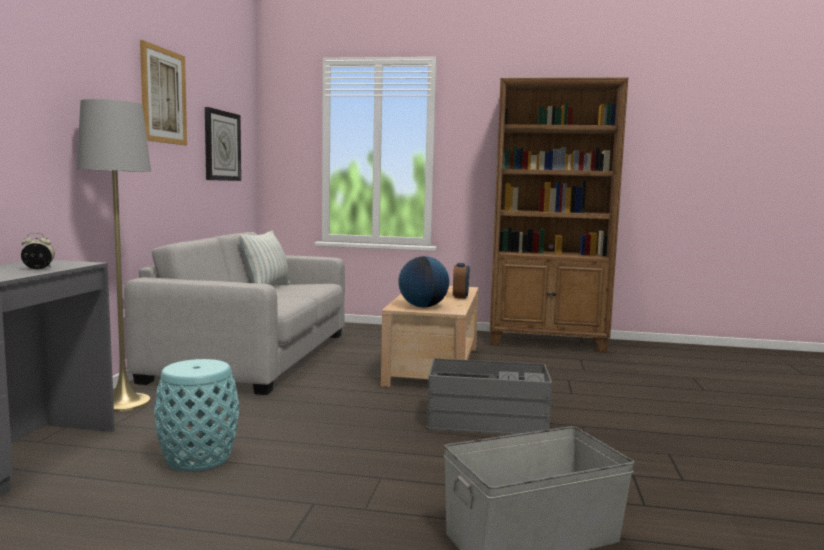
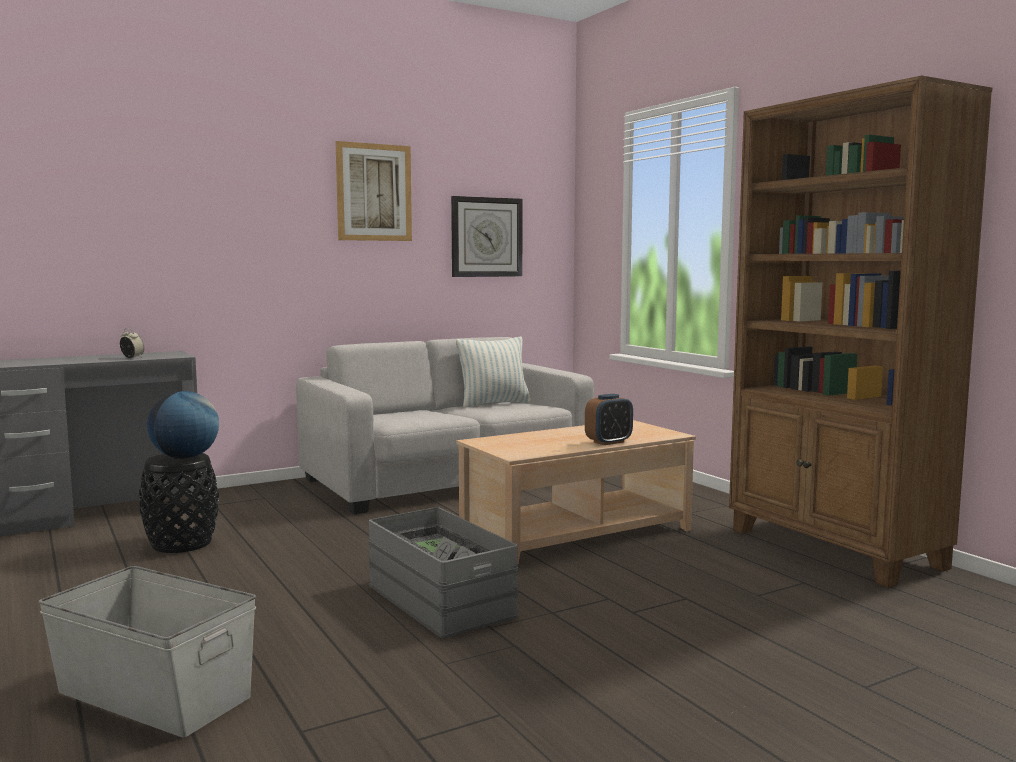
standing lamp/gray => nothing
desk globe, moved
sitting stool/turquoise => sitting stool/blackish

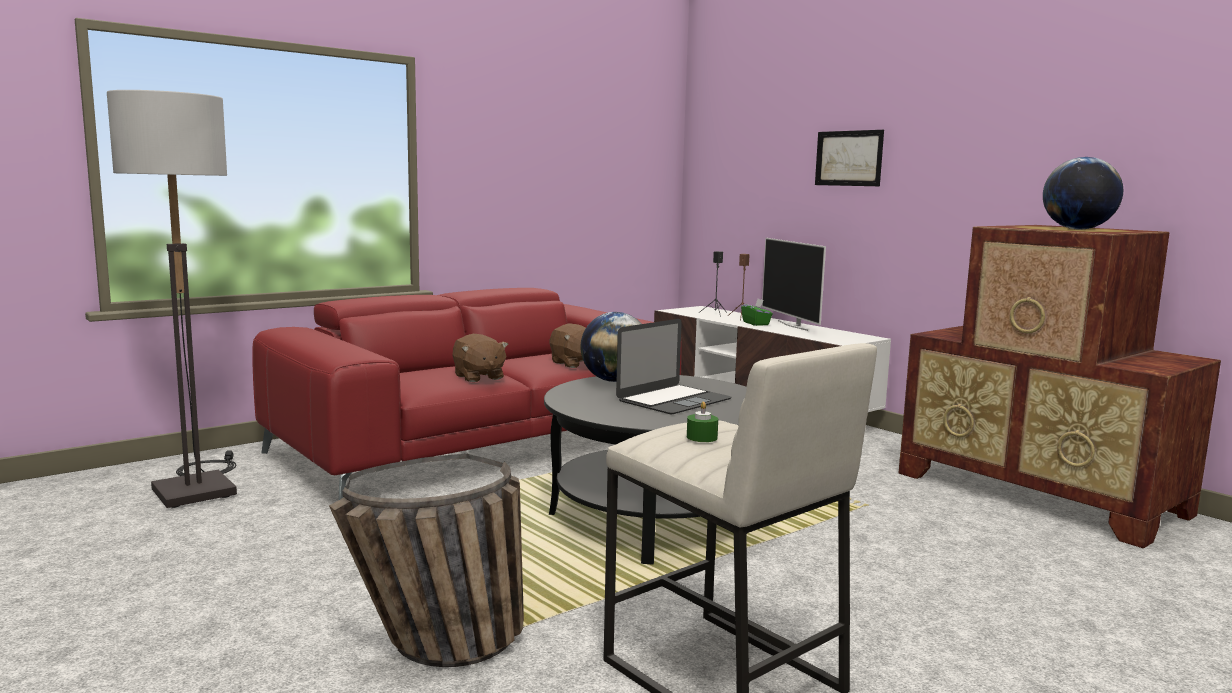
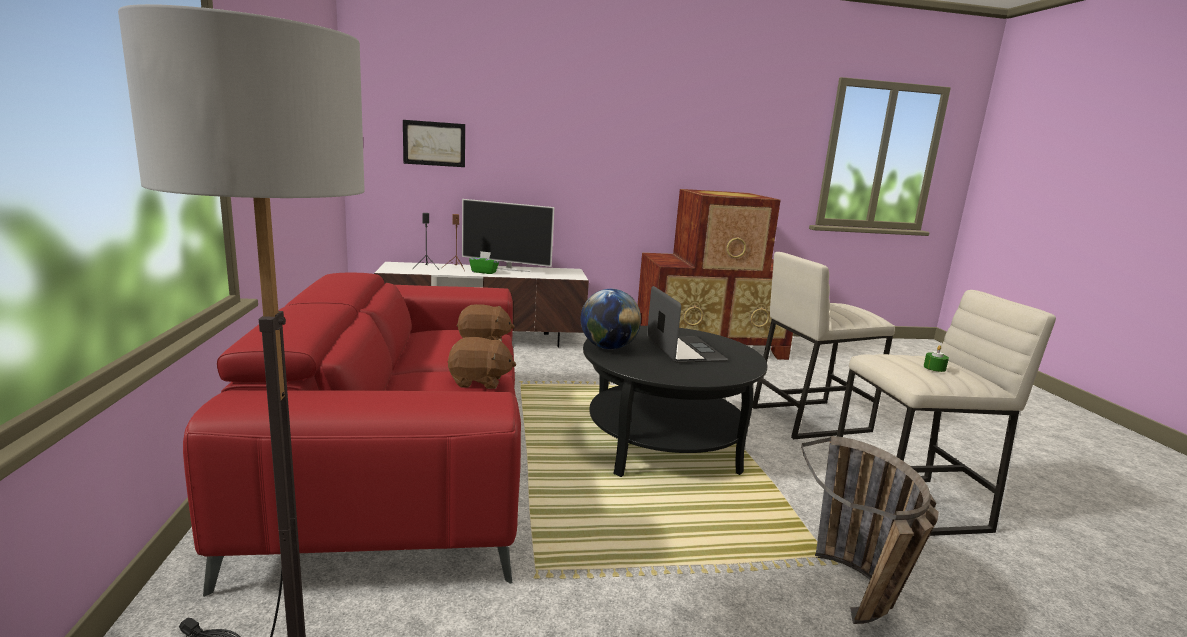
desk globe (2nd from left) => nothing
nothing => sitting stool/beige (1st from left)
picture, moved

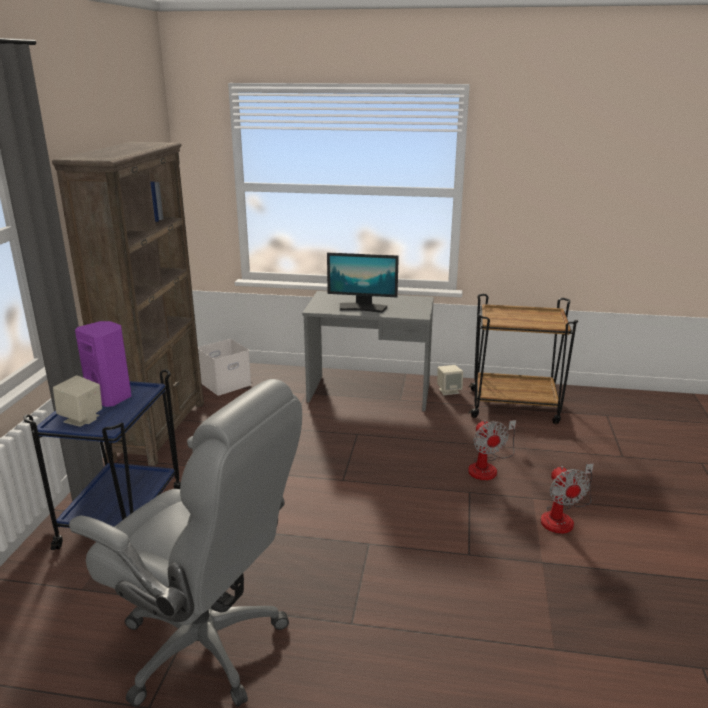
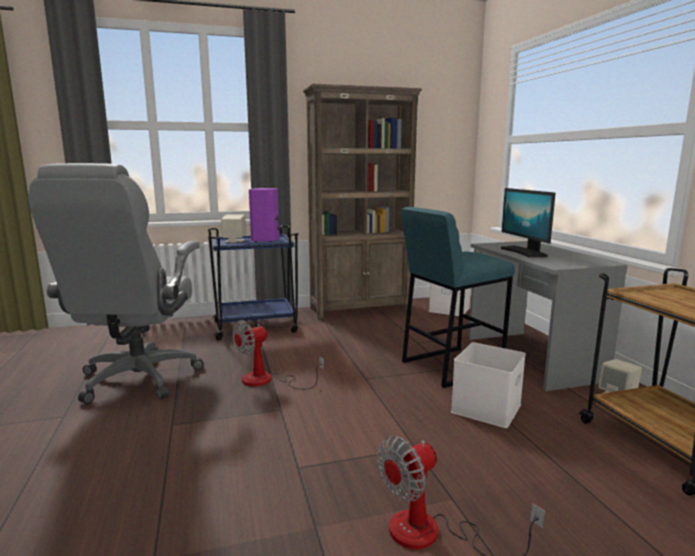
nothing => sitting stool/turquoise
nothing => storage container/white-coloured (2nd from left)
electric fan (1st from left), moved

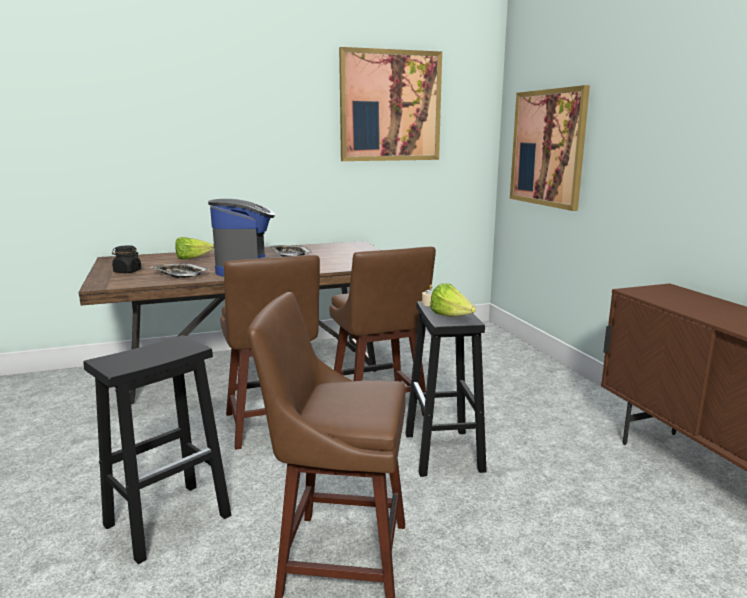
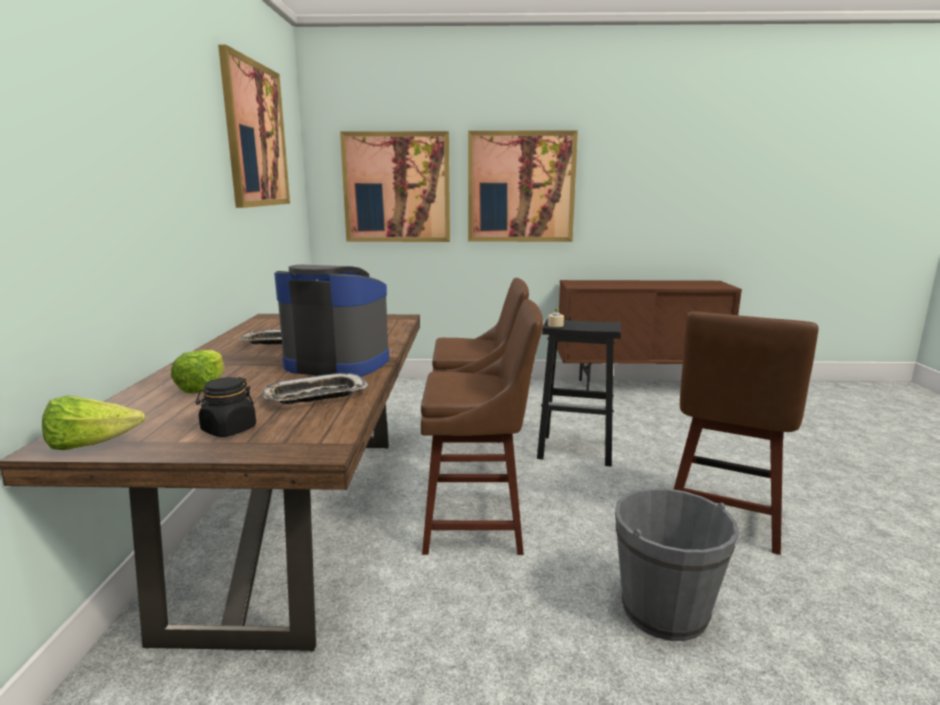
nothing => picture (3rd from left)
head of lettuce (2nd from left in the first image) => head of lettuce (1st from left), moved
sitting stool/blackish (1st from left) => pail/gray

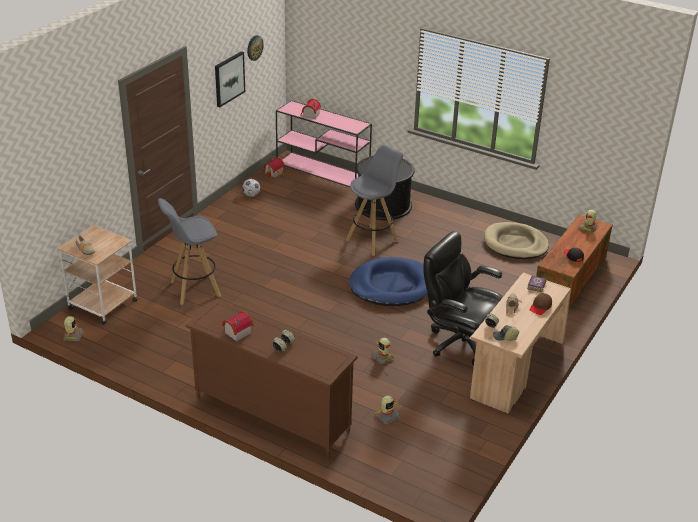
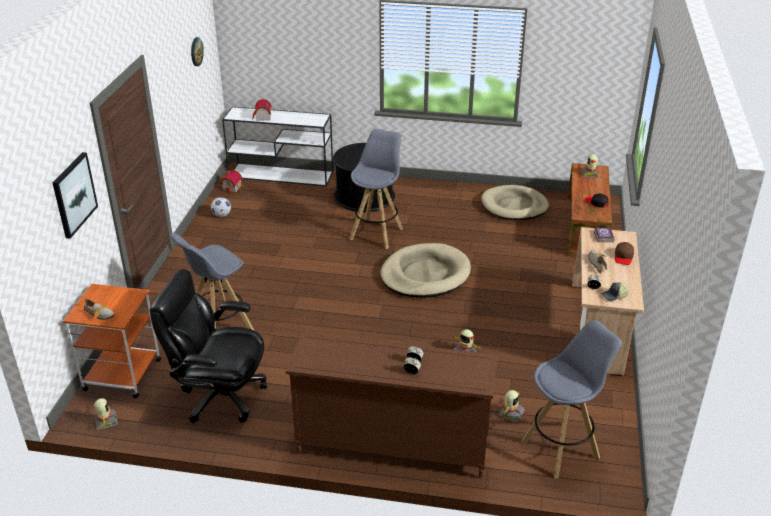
model house (1st from left) => nothing
nothing => sitting stool/gray (3rd from left)
picture, moved
computer chair/blackish, moved
cart/beige => cart/orange
narrow table/pink => narrow table/white-coloured
pet bed/blue => pet bed/beige (1st from left)

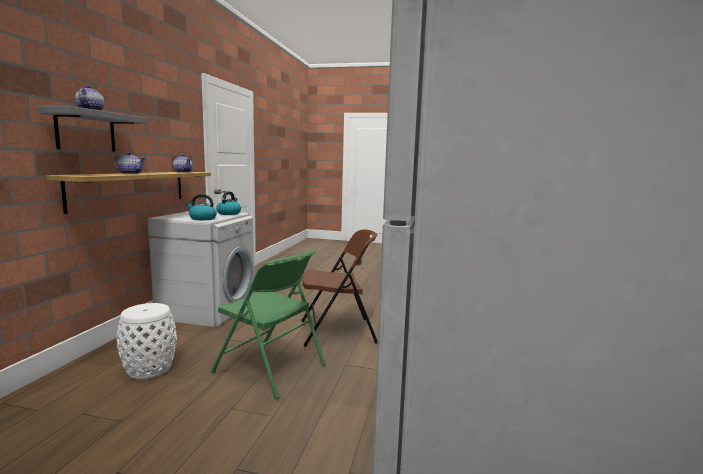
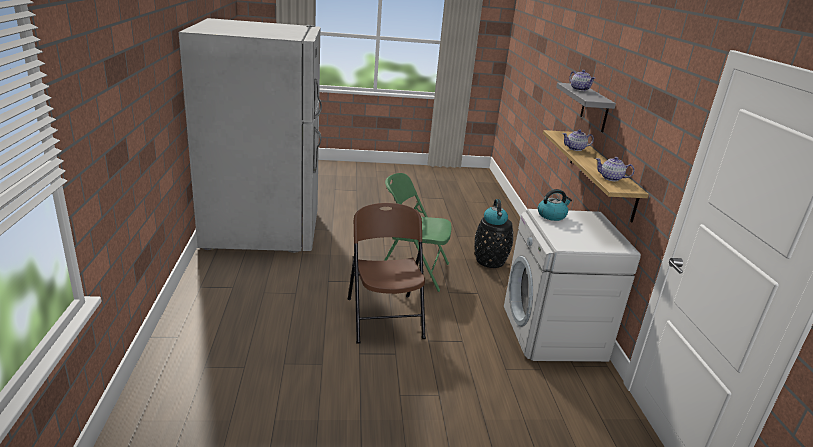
water kettle (2nd from left in the first image) => water kettle (1st from left), moved
sitting stool/white-coloured => sitting stool/blackish
plain chair/brown-coloured, 105 degrees clockwise

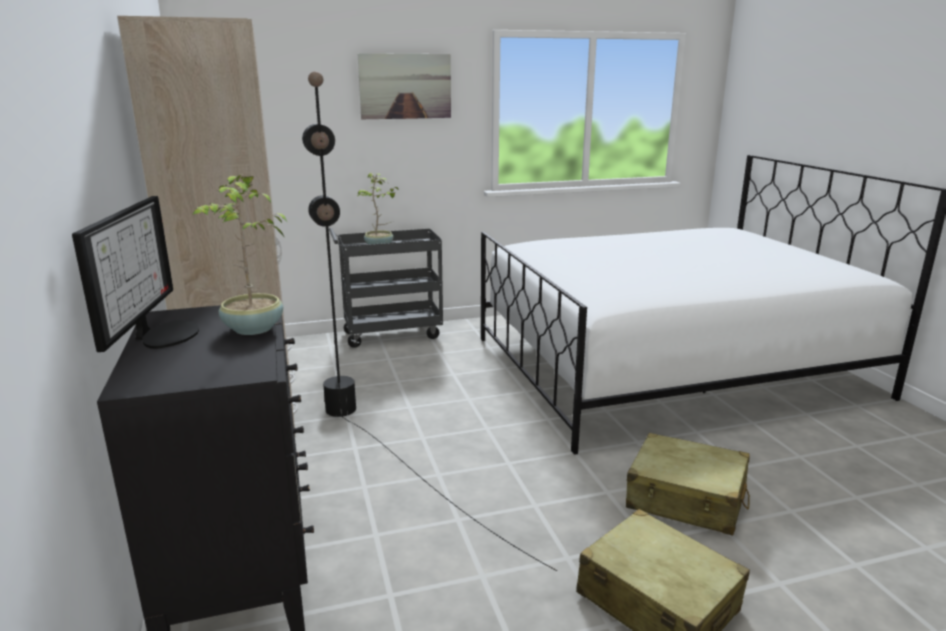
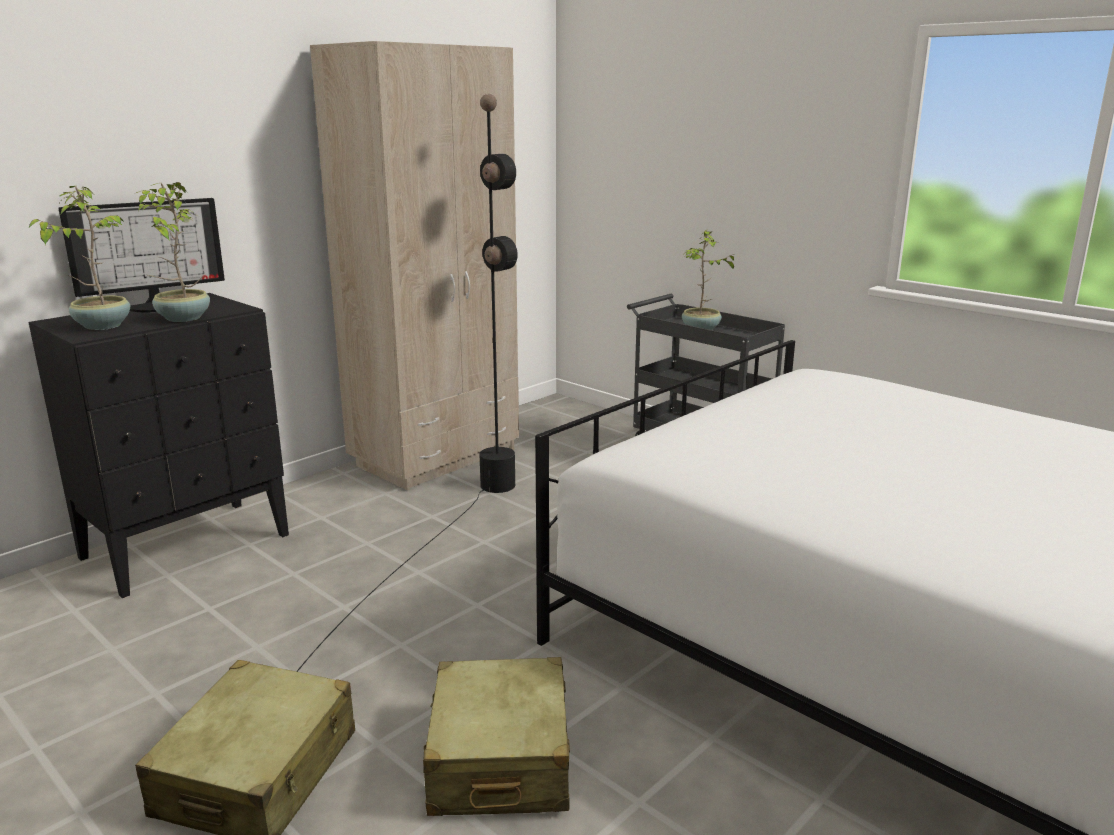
picture => nothing
nothing => houseplant (1st from left)

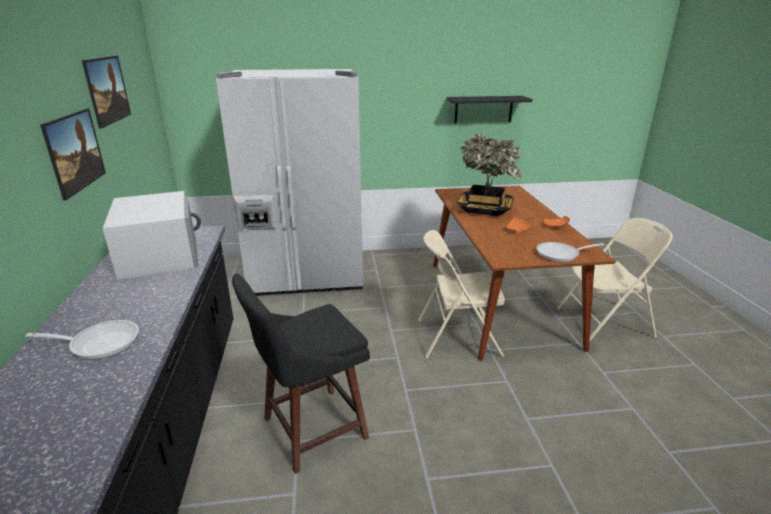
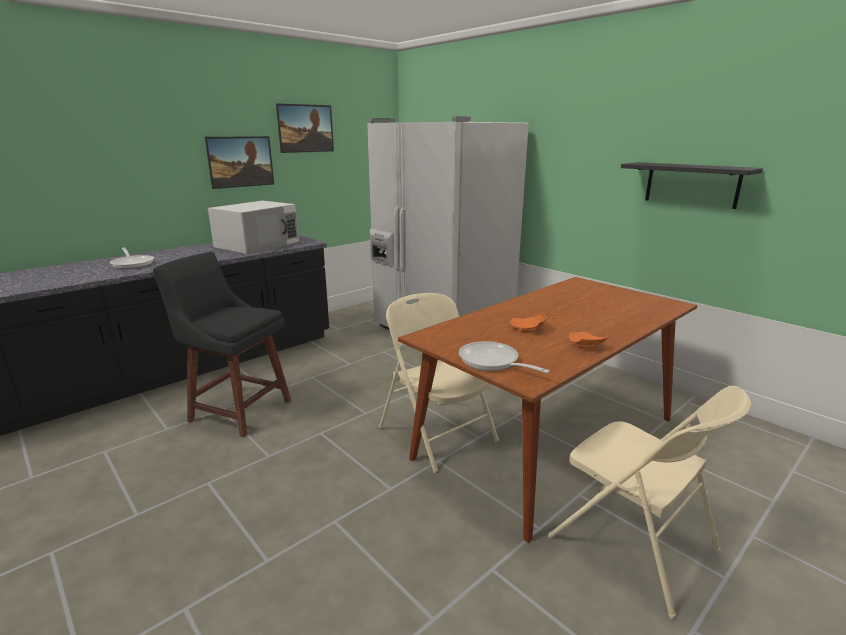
houseplant => nothing

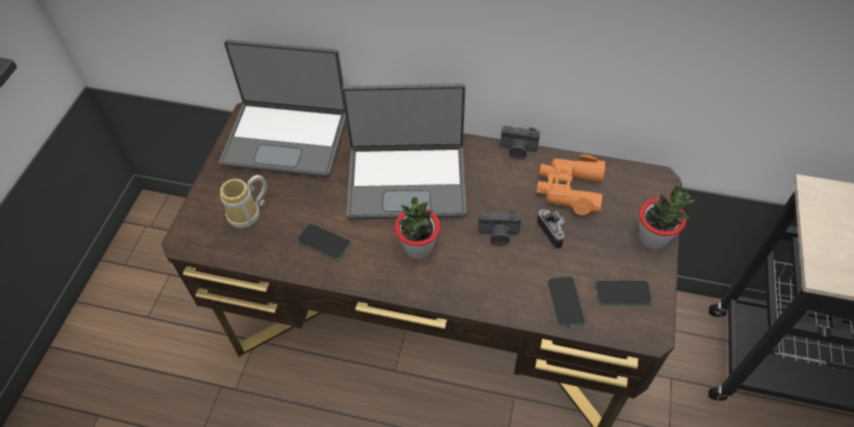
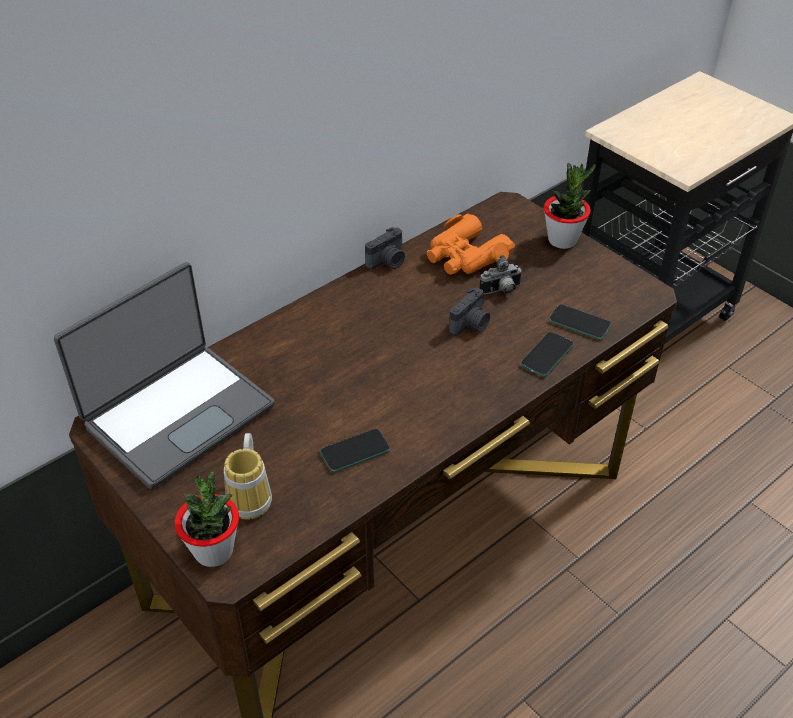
portable computer (2nd from left) => nothing
houseplant (1st from left), moved
telephone (3rd from left in the first image) => telephone (2nd from left), moved
still camera (3rd from left), 150 degrees clockwise

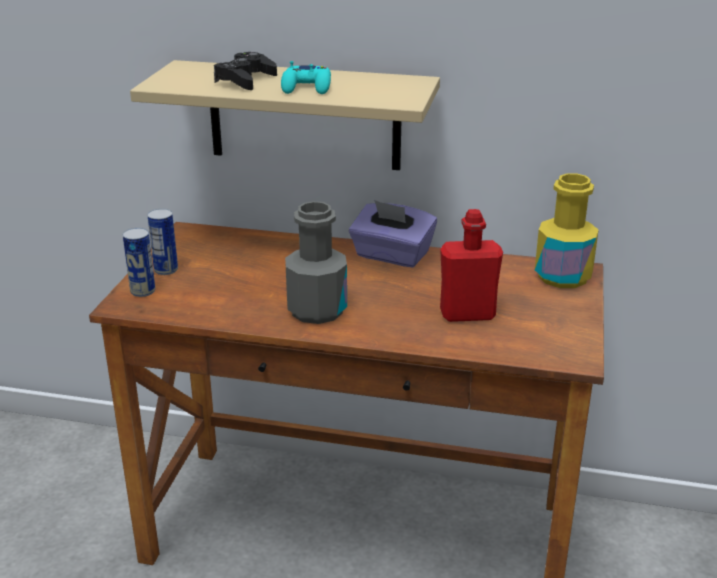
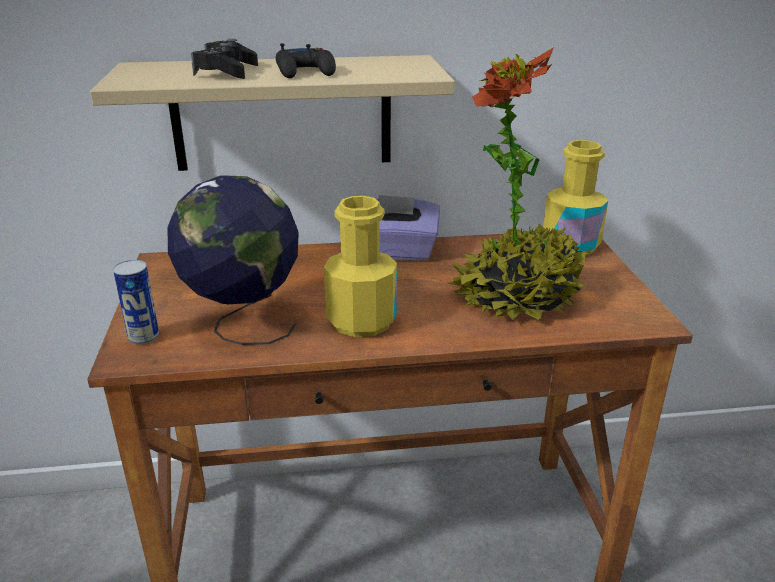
sealed can (2nd from left) => nothing
nothing => desk globe
beverage bottle/red => houseplant
joypad/turquoise => joypad/blackish (2nd from left)
beverage bottle/gray => beverage bottle/yellow (1st from left)

